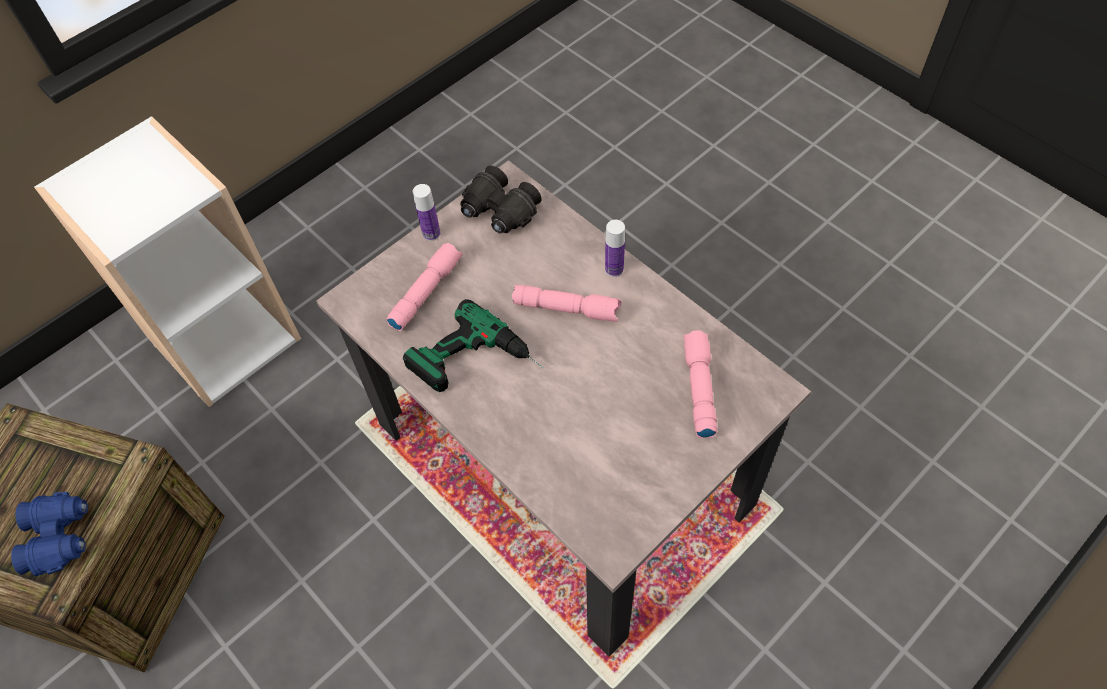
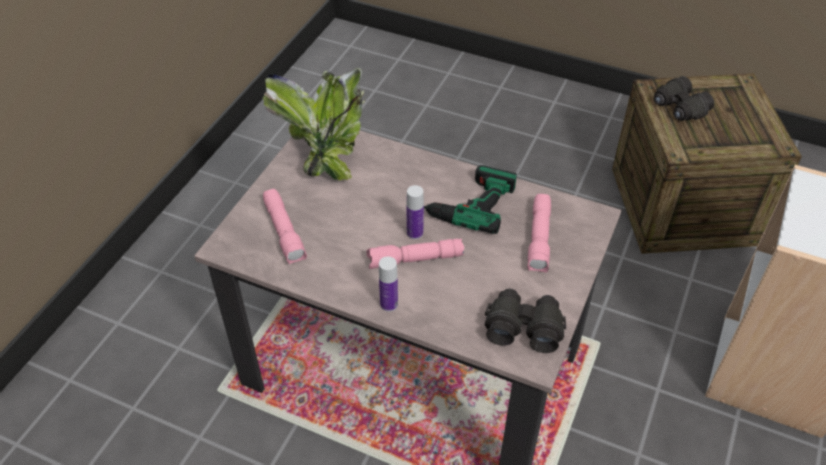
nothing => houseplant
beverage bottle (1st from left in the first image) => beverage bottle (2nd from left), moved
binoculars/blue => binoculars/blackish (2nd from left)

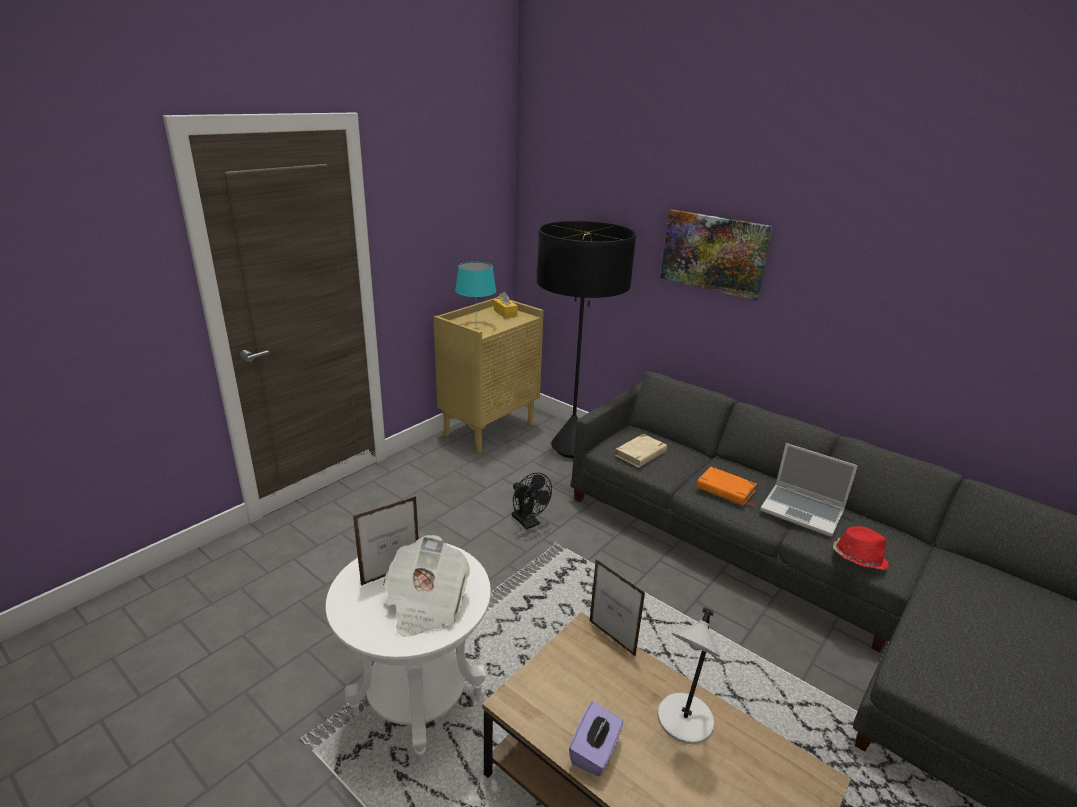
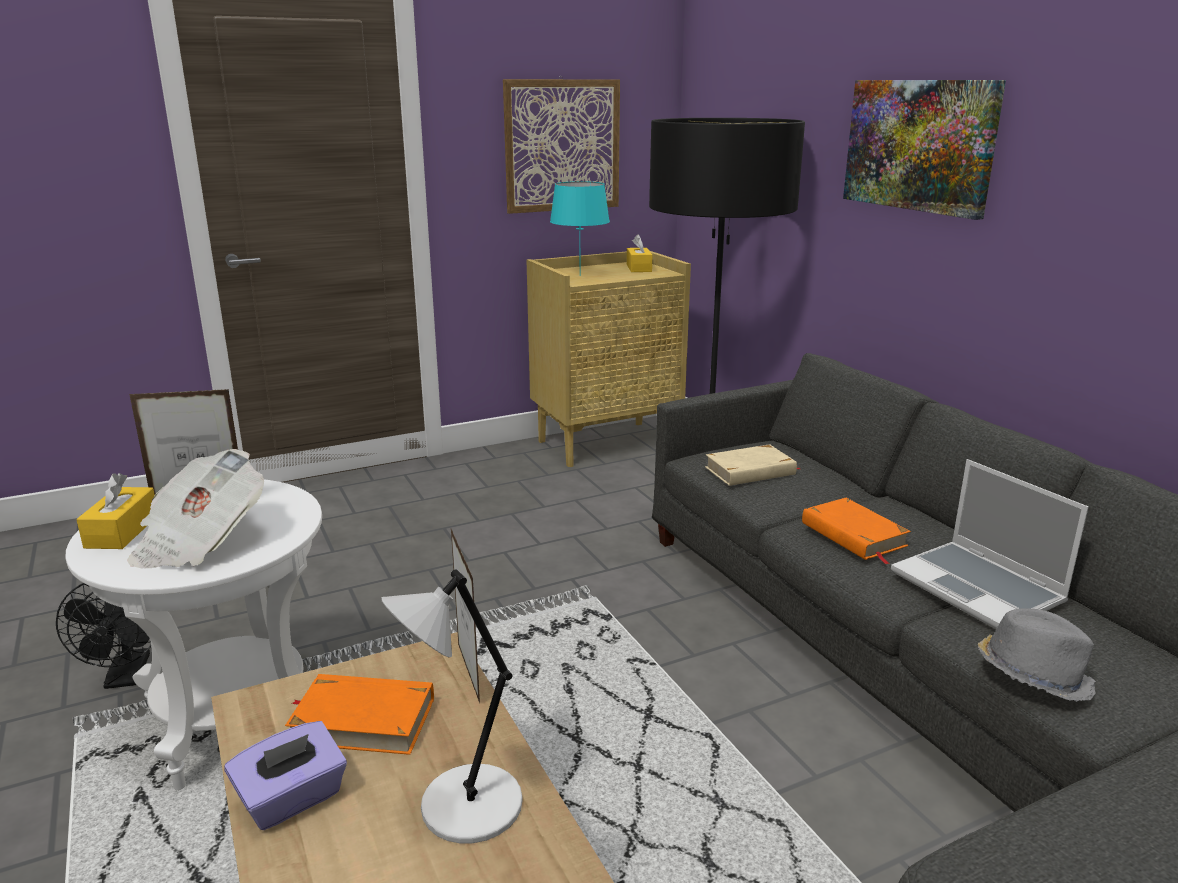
nothing => tissue box/yellow (1st from left)
nothing => volume/orange (1st from left)
nothing => picture (1st from left)
electric fan/blackish, moved
hat/red => hat/gray

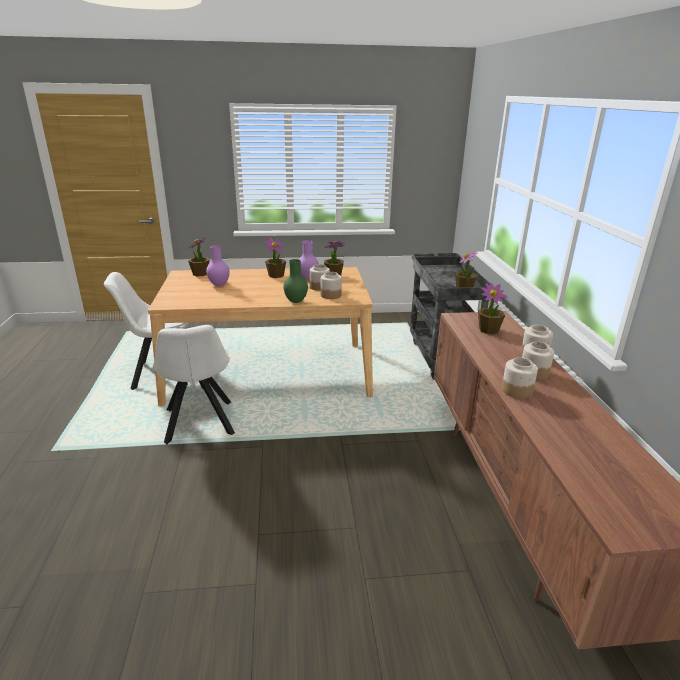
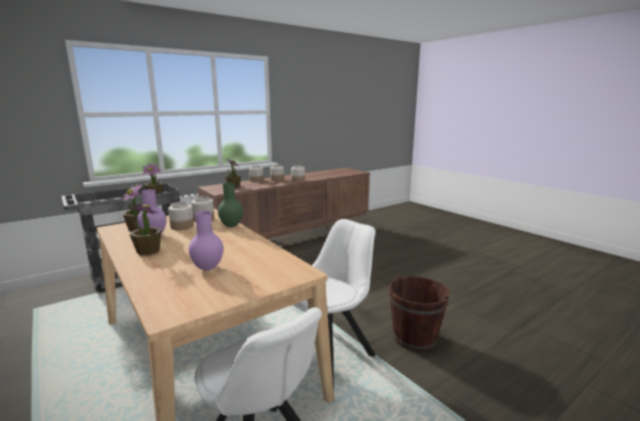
houseplant (1st from left) => nothing
nothing => pail/brown-coloured

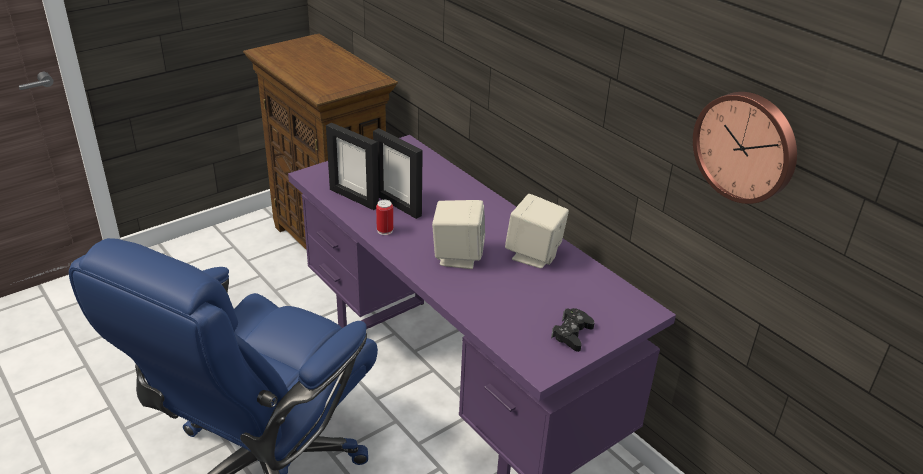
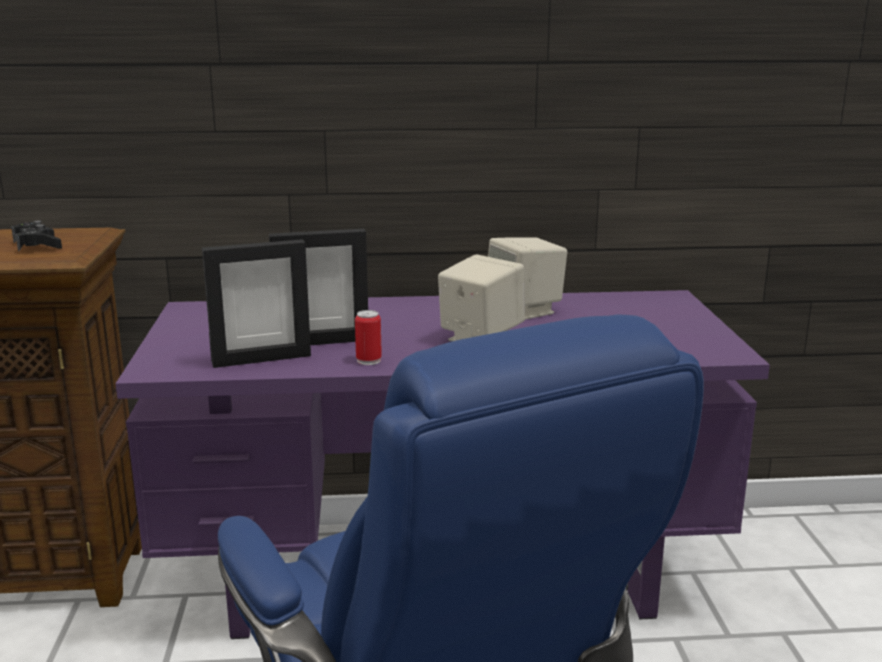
hanging clock => nothing
joypad/blackish, moved

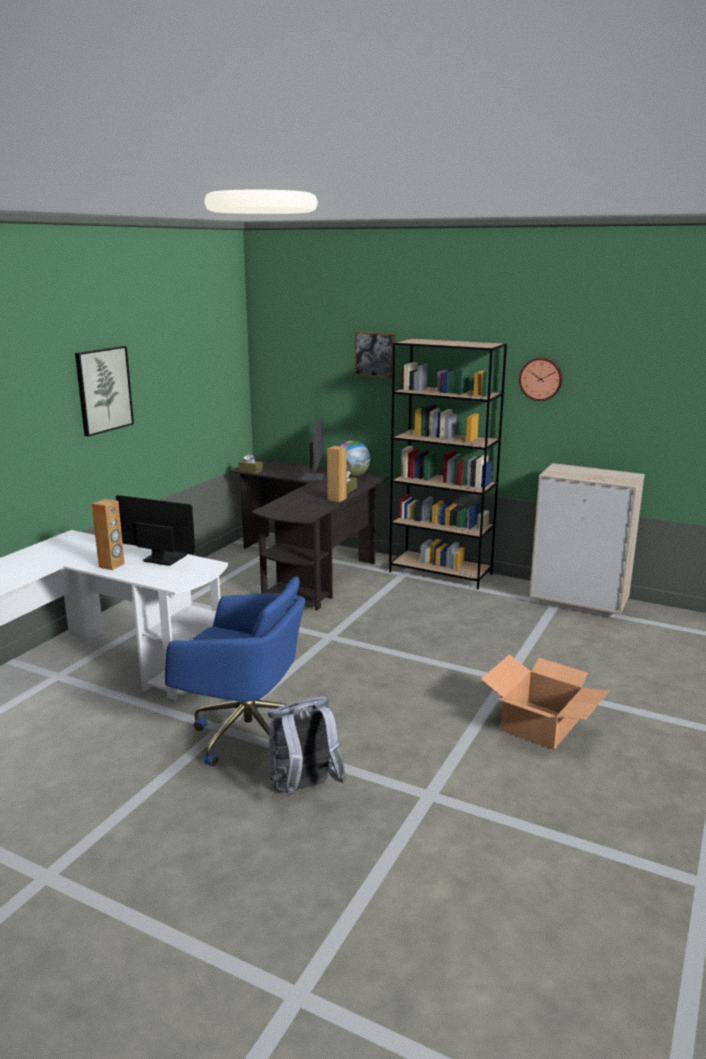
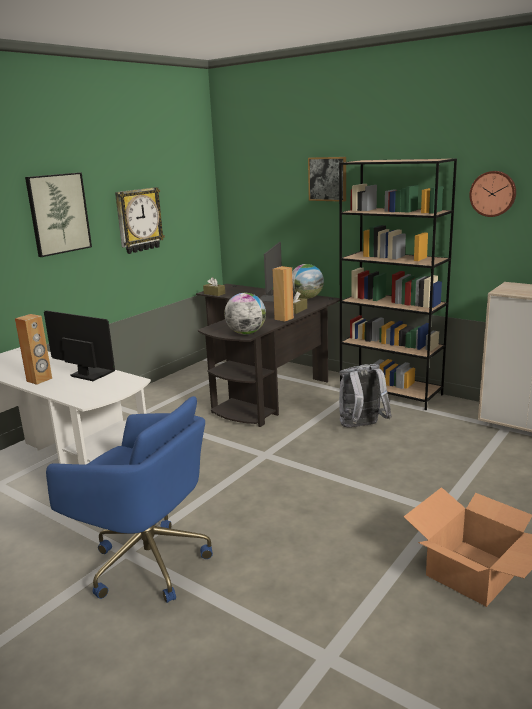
nothing => hanging clock (1st from left)
nothing => desk globe (1st from left)
knapsack/gray, moved

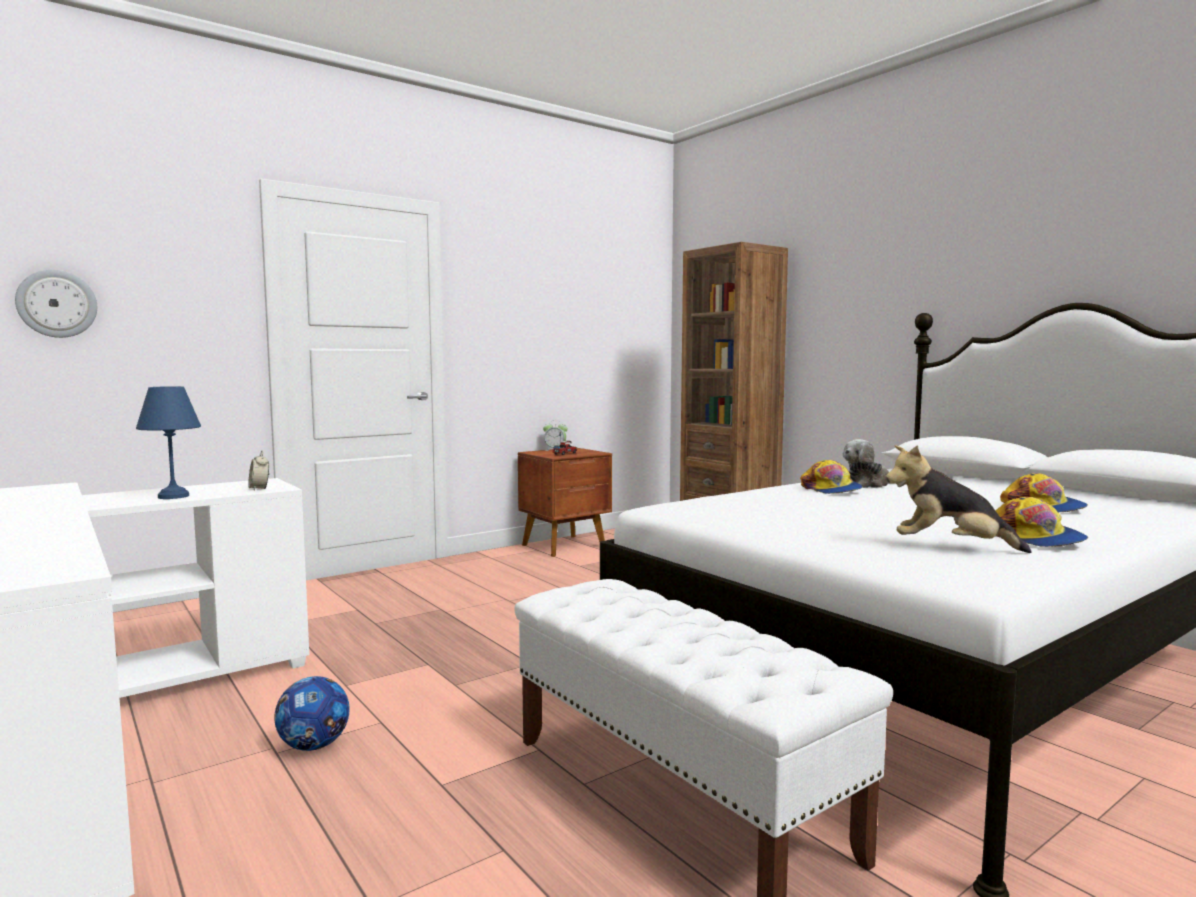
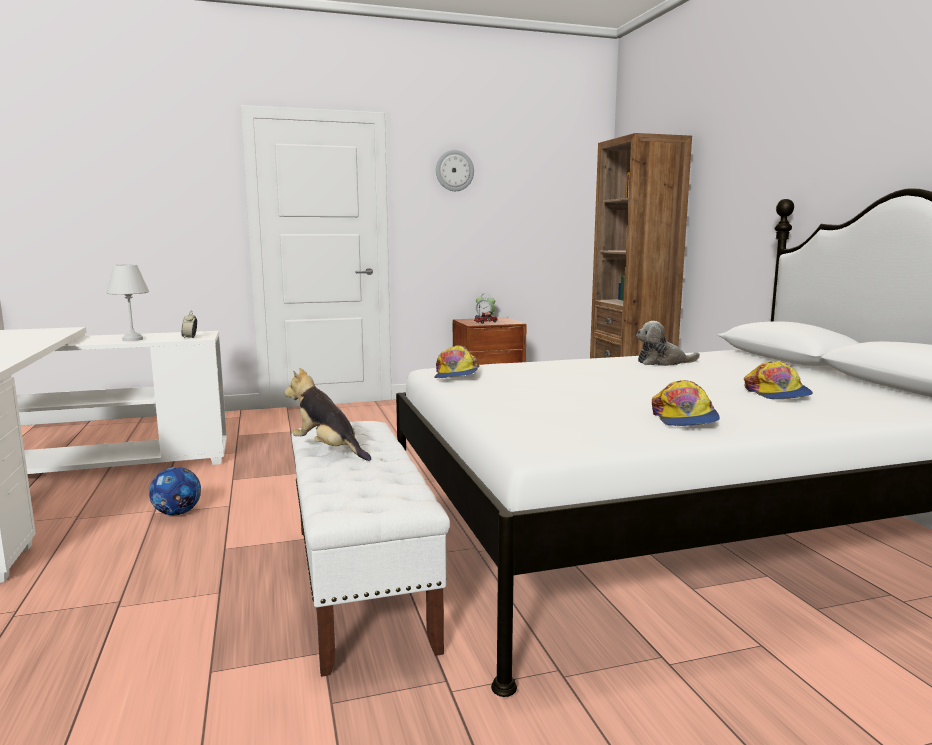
hanging clock, moved
cap (1st from left), moved
soft toy (2nd from left in the first image) => soft toy (1st from left), moved
table lamp/blue => table lamp/white-coloured

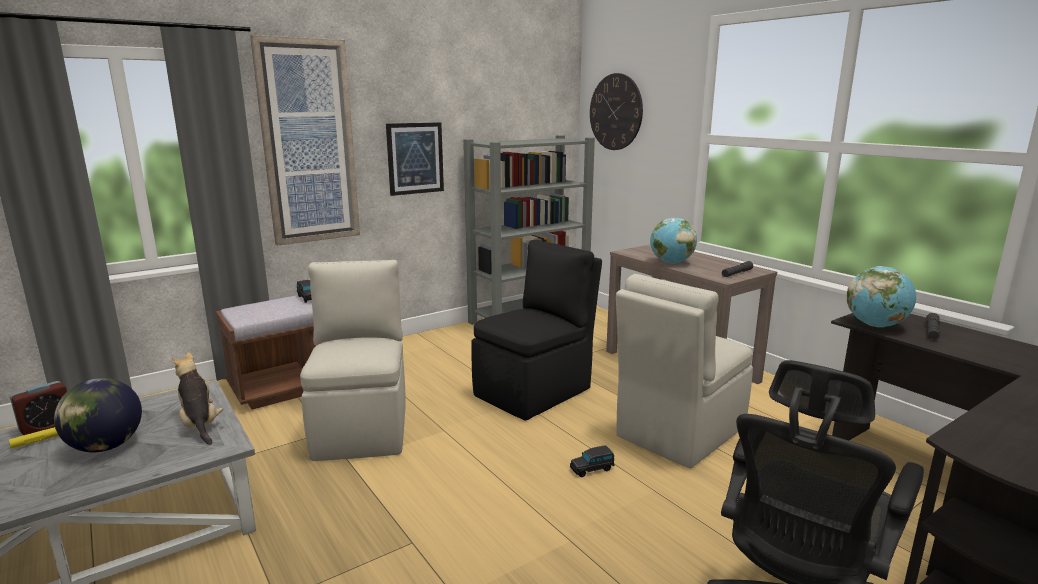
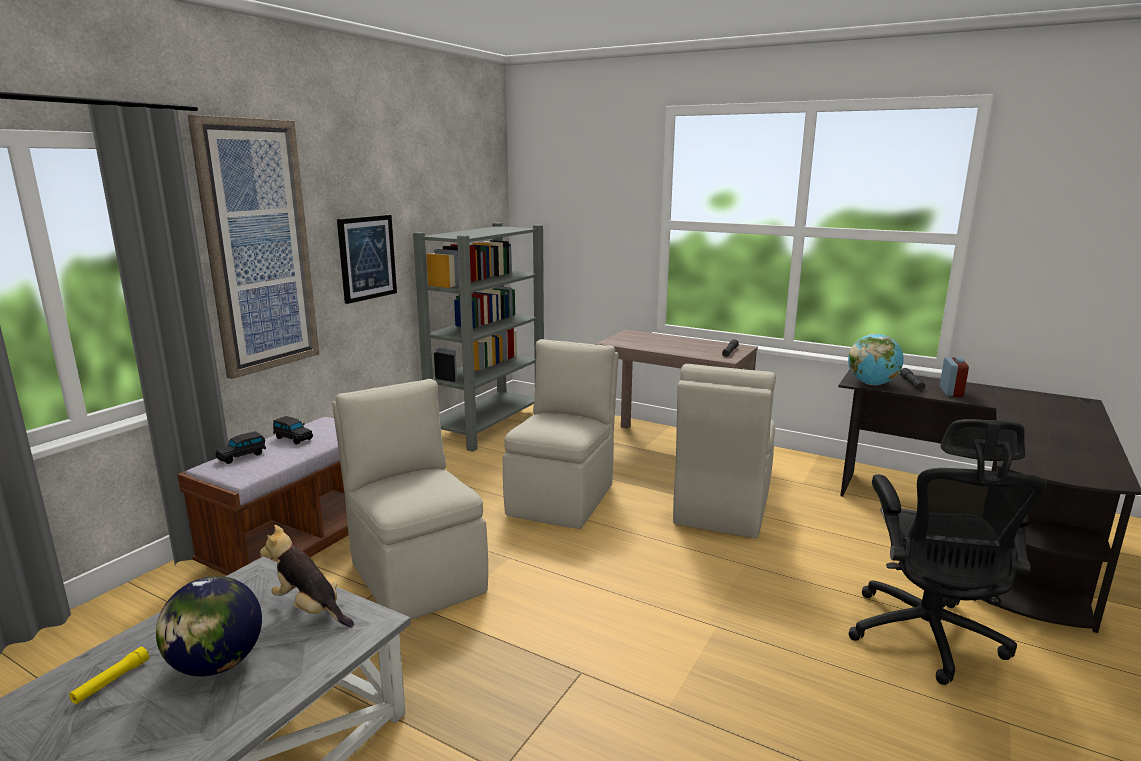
hanging clock => nothing
desk globe (2nd from left) => nothing
bedside clock, moved
model car/blackish (2nd from left in the first image) => model car/blackish (1st from left), moved
plain chair/blackish => plain chair/beige (2nd from left)

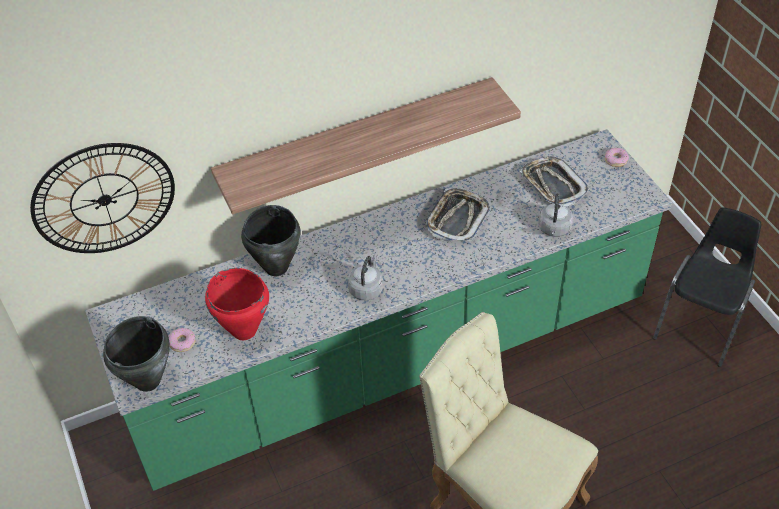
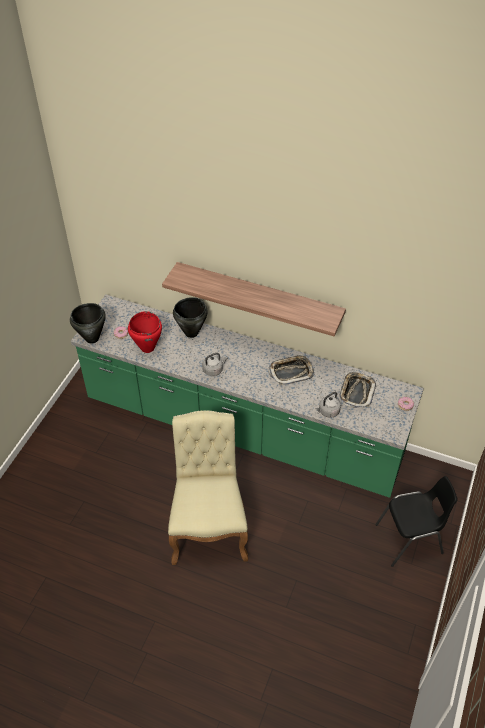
hanging clock => nothing

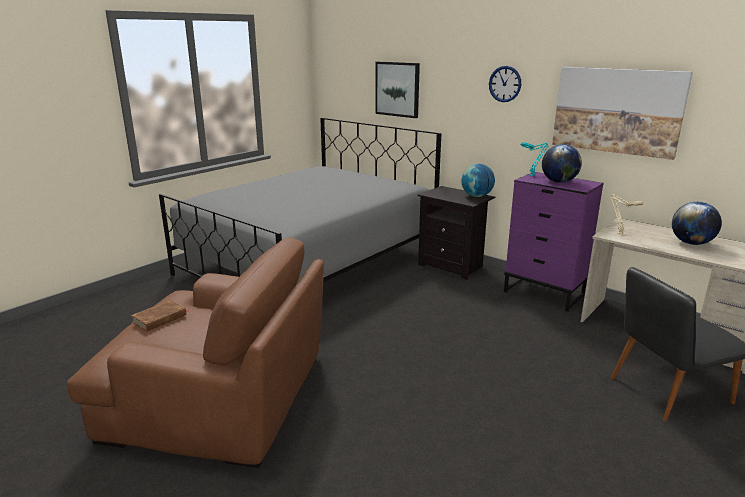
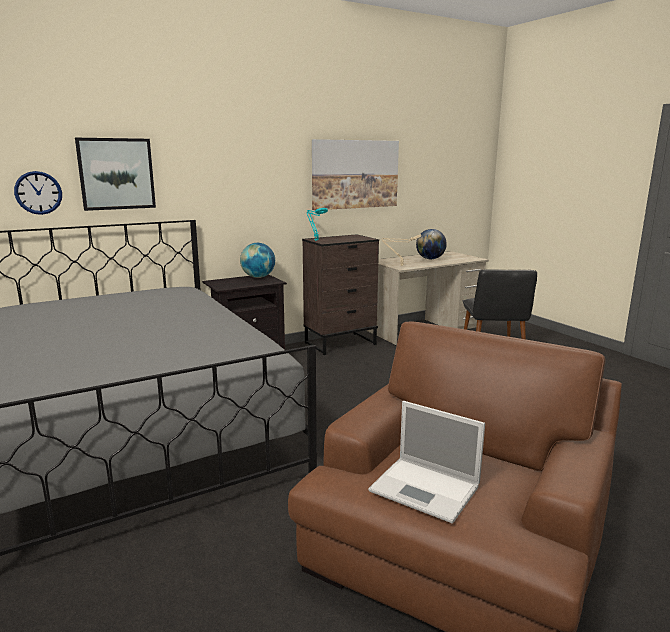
desk globe (2nd from left) => nothing
hanging clock, moved
volume/brown-coloured => portable computer
chest of drawers/purplish => chest of drawers/brown-coloured

